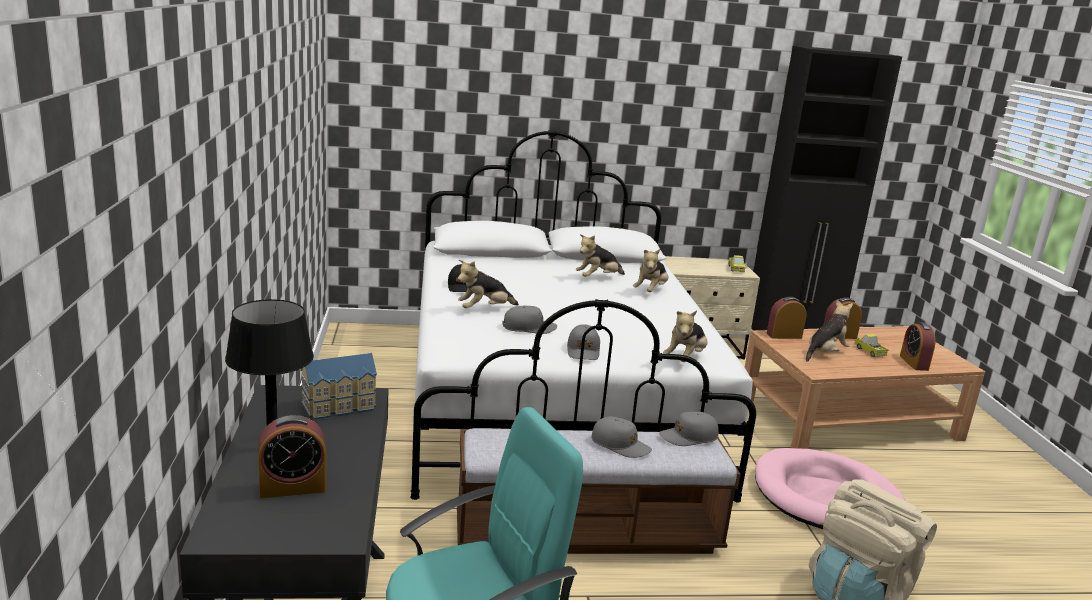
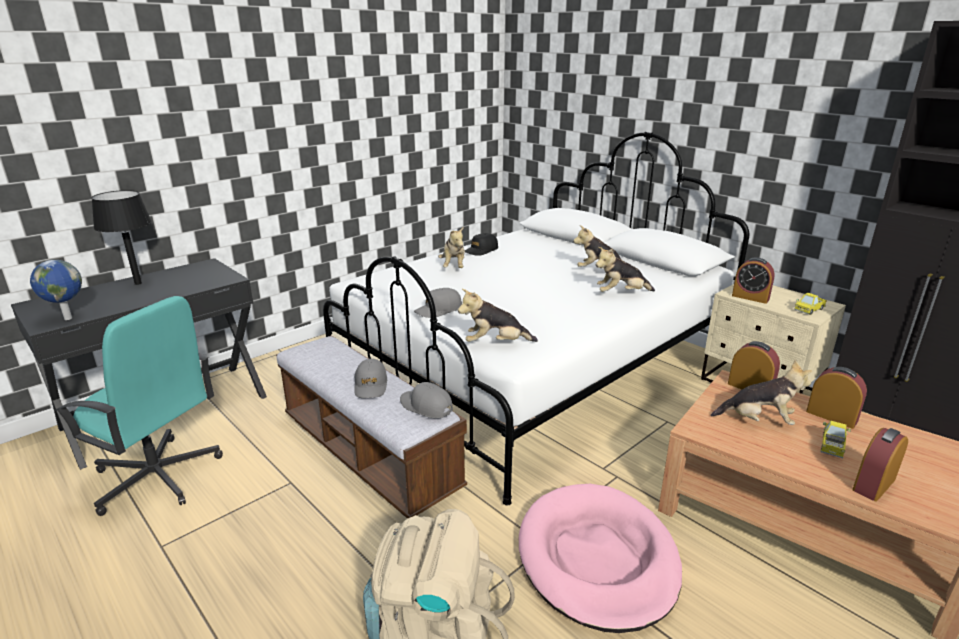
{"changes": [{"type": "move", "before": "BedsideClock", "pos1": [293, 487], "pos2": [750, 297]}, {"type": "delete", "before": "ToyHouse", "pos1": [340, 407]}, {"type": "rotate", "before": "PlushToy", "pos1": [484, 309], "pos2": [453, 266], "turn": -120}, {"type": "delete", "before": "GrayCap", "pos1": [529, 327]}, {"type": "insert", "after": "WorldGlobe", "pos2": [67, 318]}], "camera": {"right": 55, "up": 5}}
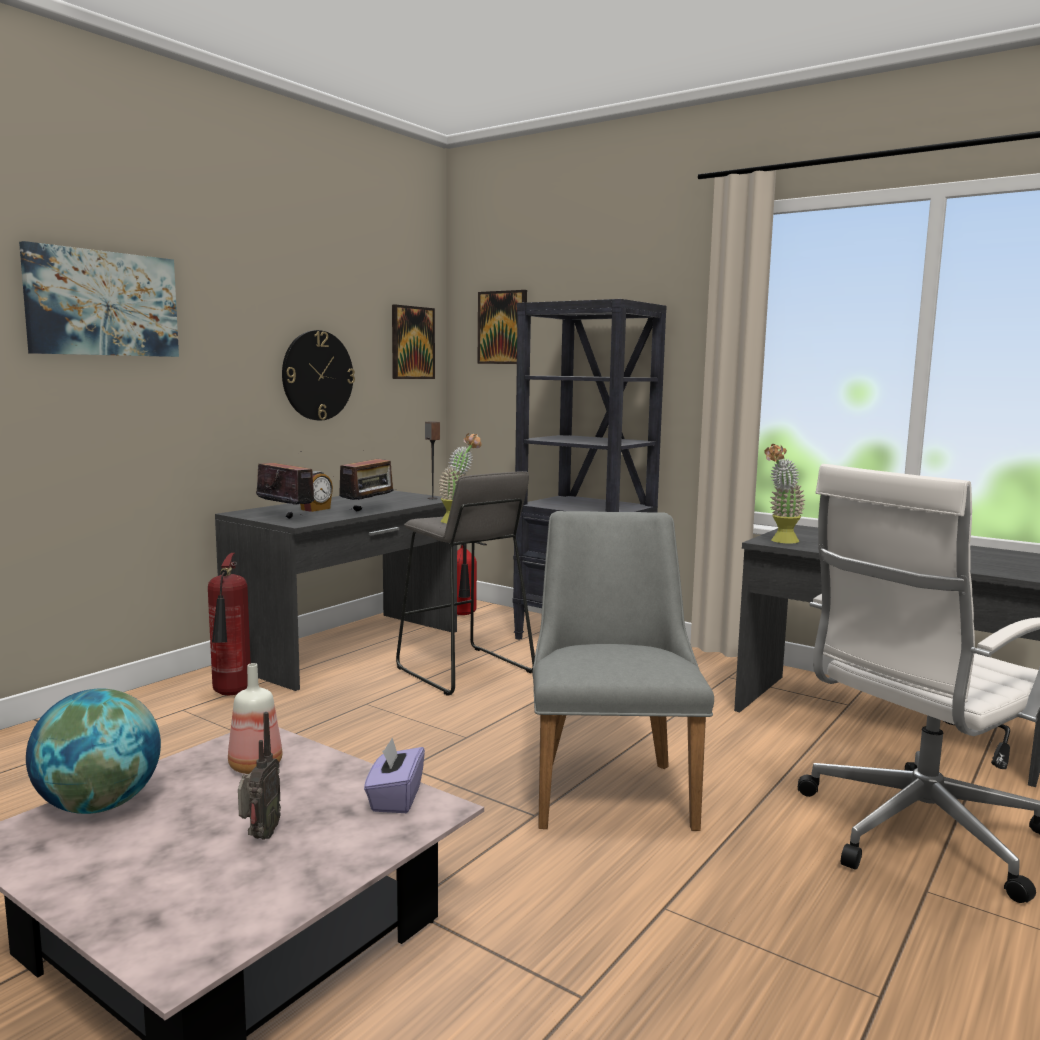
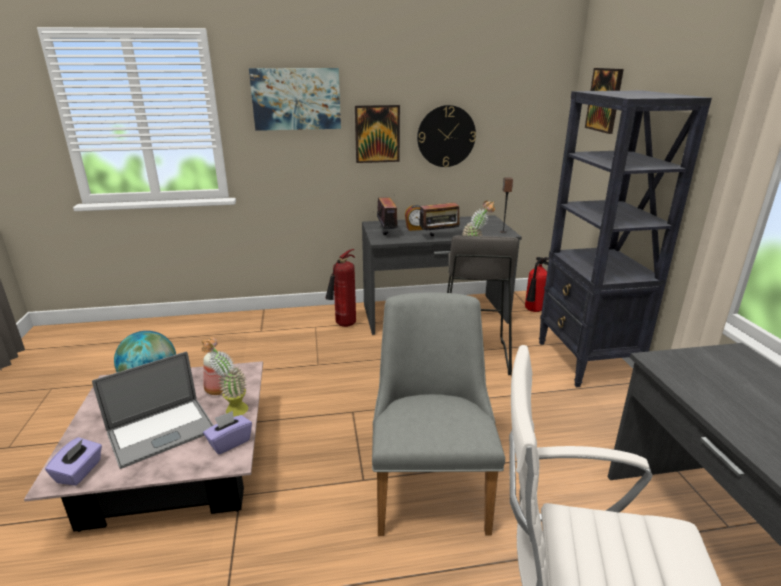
{"changes": [{"type": "replace", "before": "RadioSet", "after": "NotebookComputer", "pos1": [259, 836], "pos2": [161, 432]}, {"type": "move", "before": "Picture", "pos1": [412, 343], "pos2": [377, 134]}, {"type": "rotate", "before": "GrayPlainChair", "pos1": [610, 785], "pos2": [430, 486], "turn": -45}, {"type": "move", "before": "PlantInAPot", "pos1": [780, 541], "pos2": [231, 409]}, {"type": "insert", "after": "PurpleTissueHolder", "pos2": [80, 472]}], "camera": {"right": 45, "up": 15}}
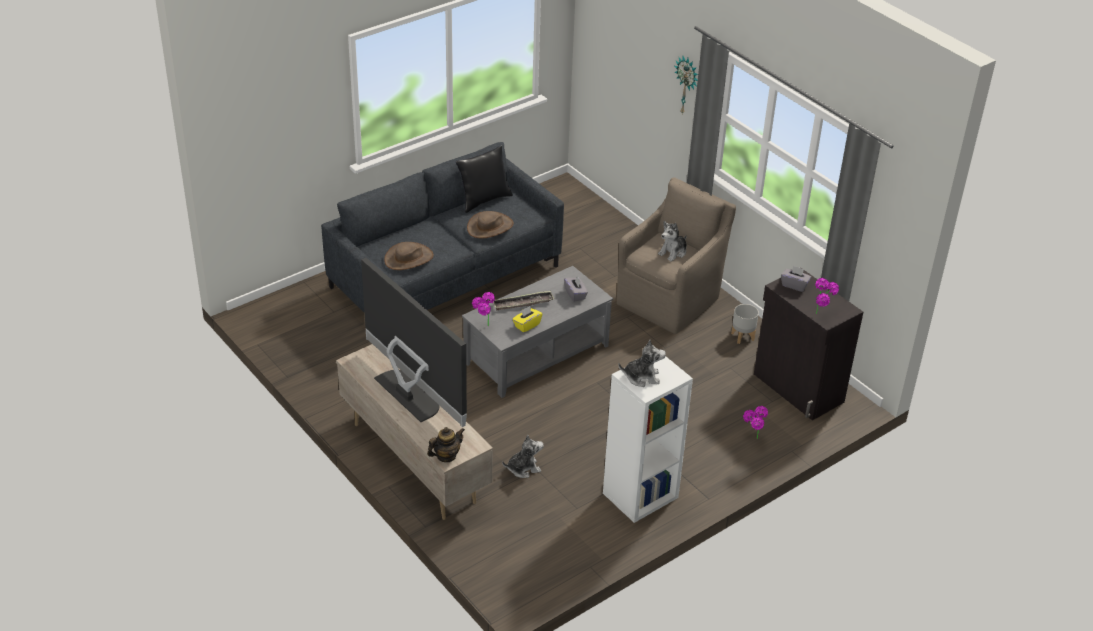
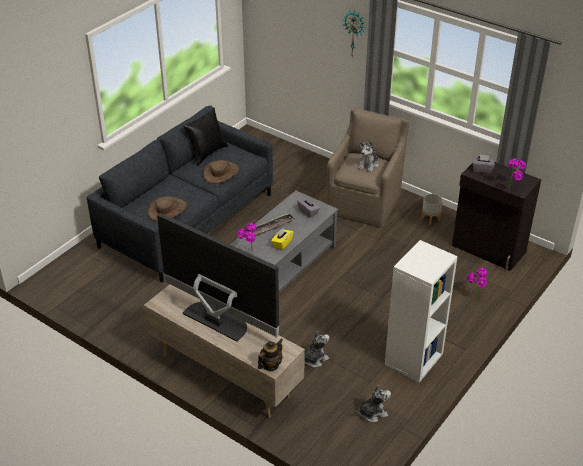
{"changes": [{"type": "move", "before": "PlushToy", "pos1": [642, 377], "pos2": [372, 413]}], "camera": {"right": -15, "up": 0}}
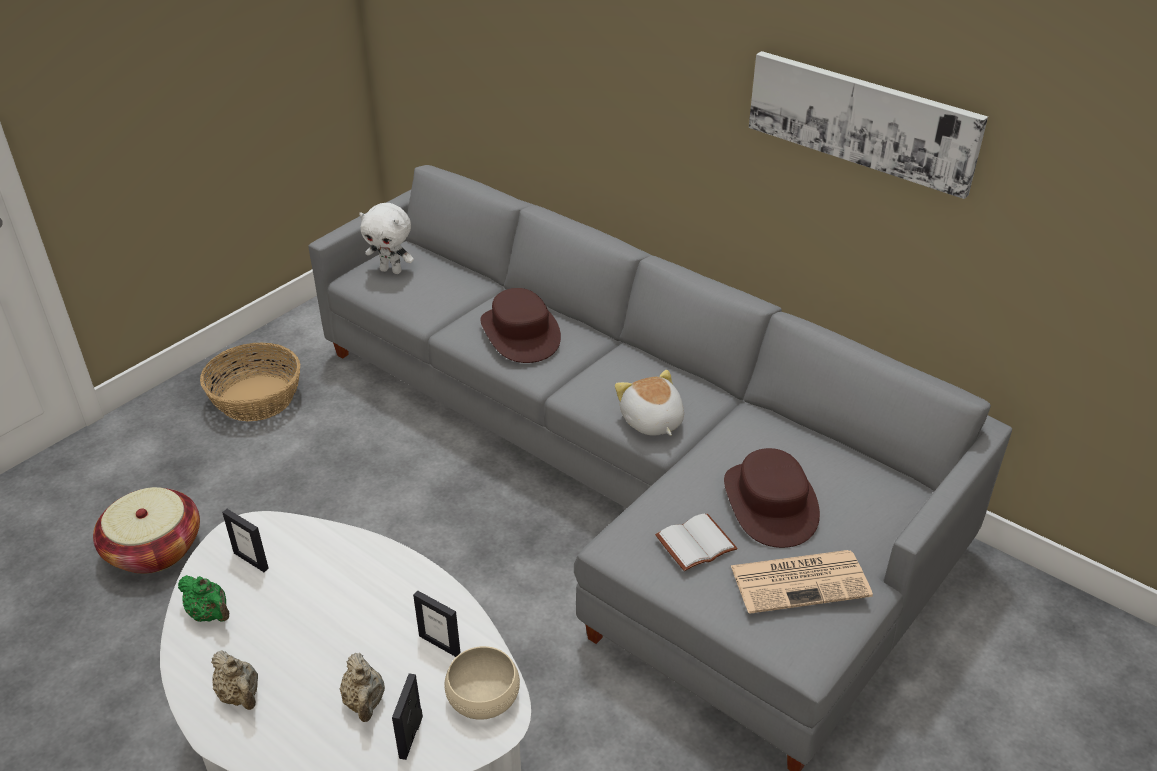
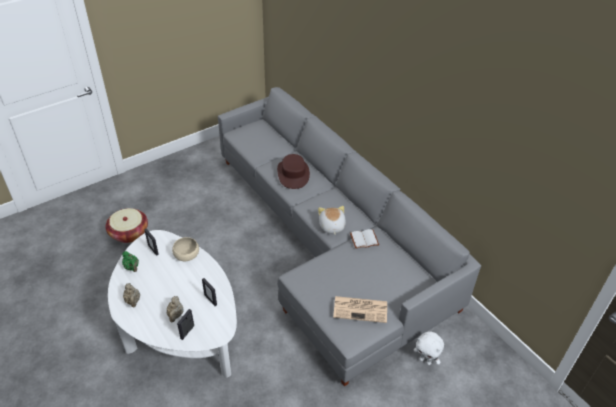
{"changes": [{"type": "delete", "before": "StorageBasket", "pos1": [257, 398]}, {"type": "move", "before": "WhitePlushToy", "pos1": [391, 270], "pos2": [425, 361]}, {"type": "move", "before": "BeigeDeepDish", "pos1": [483, 696], "pos2": [186, 254]}, {"type": "move", "before": "WhiteBoundBook", "pos1": [695, 542], "pos2": [364, 239]}, {"type": "delete", "before": "BrownColouredWearableHat", "pos1": [770, 503]}, {"type": "delete", "before": "Picture", "pos1": [862, 120]}], "camera": {"right": 15, "up": 5}}
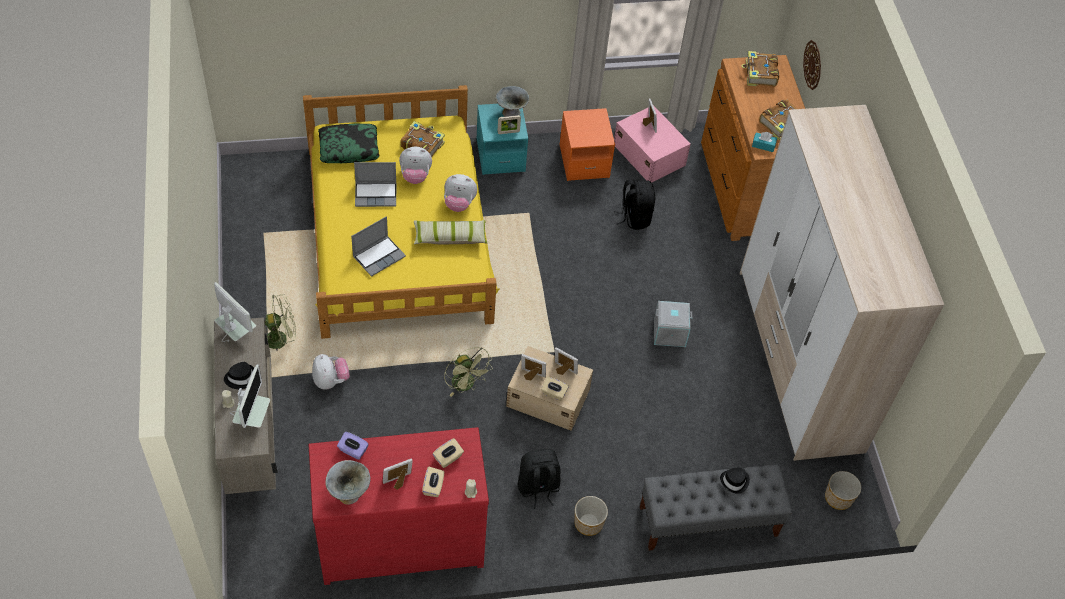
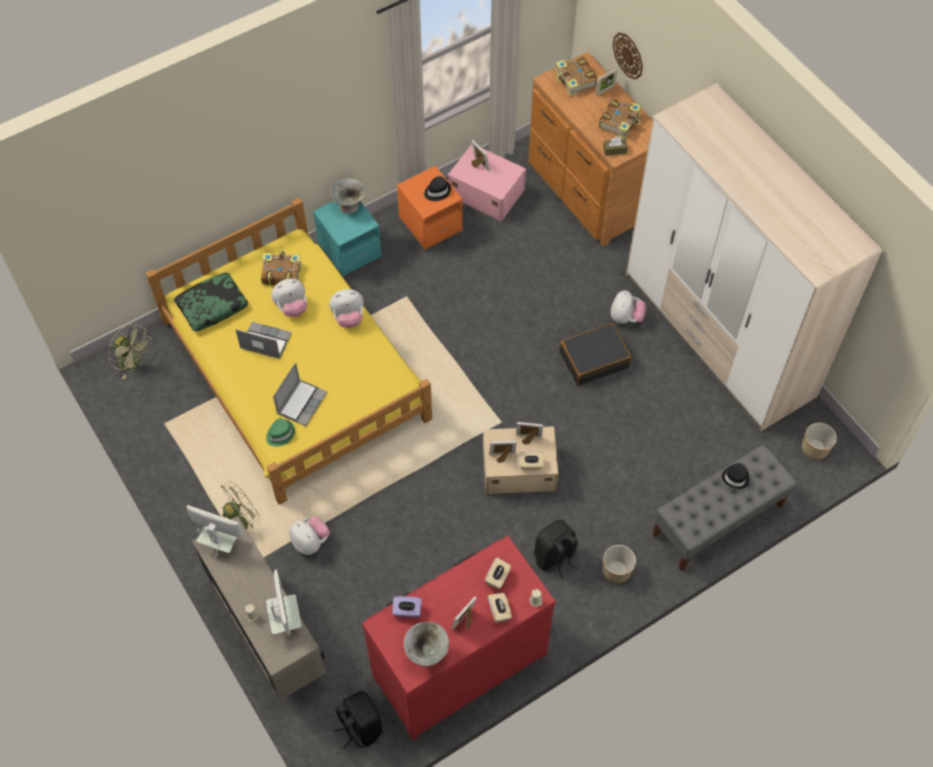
{"changes": [{"type": "move", "before": "BlackishWearableHat", "pos1": [240, 377], "pos2": [437, 191]}, {"type": "rotate", "before": "NotebookComputer", "pos1": [376, 194], "pos2": [265, 342], "turn": -135}, {"type": "delete", "before": "Cushion", "pos1": [450, 237]}, {"type": "move", "before": "GreenElectricFan", "pos1": [466, 385], "pos2": [134, 363]}, {"type": "move", "before": "PhotoFrame", "pos1": [508, 132], "pos2": [605, 90]}, {"type": "move", "before": "BlackishBackpack", "pos1": [634, 217], "pos2": [360, 726]}, {"type": "replace", "before": "GrayStorageBox", "after": "BlackishTravelCase", "pos1": [669, 333], "pos2": [594, 359]}, {"type": "recolor", "before": "TurquoiseTissueHolder", "after": "BrownColouredTissueHolder", "pos1": [763, 145], "pos2": [614, 150]}, {"type": "insert", "after": "GreenWearableHat", "pos2": [280, 434]}, {"type": "insert", "after": "PlushToy", "pos2": [626, 317]}], "camera": {"right": -20, "up": 5}}
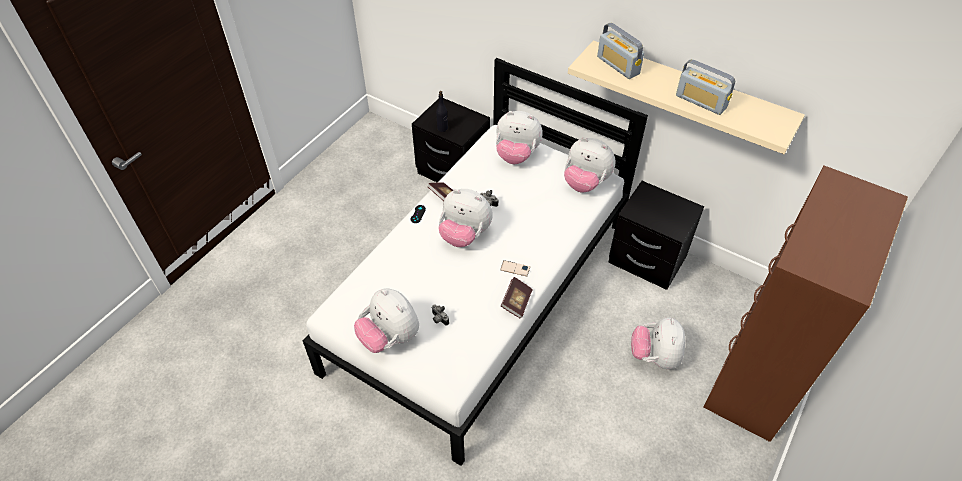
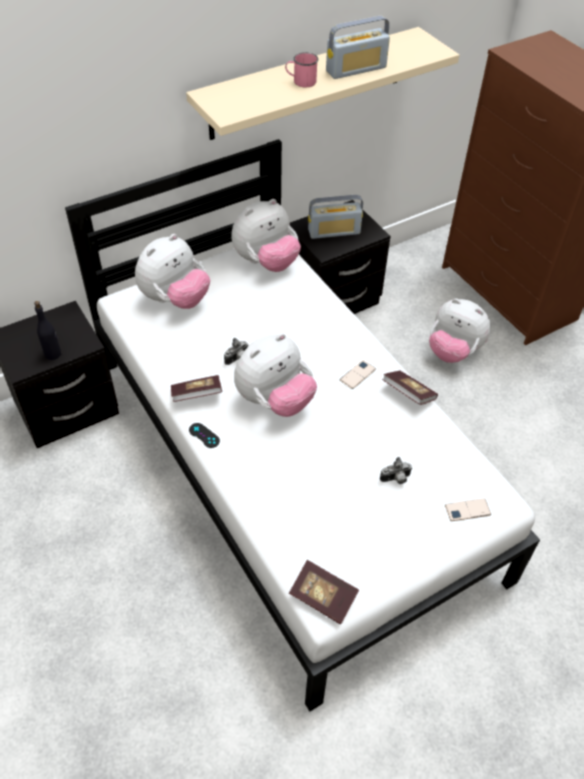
{"changes": [{"type": "delete", "before": "PlushToy", "pos1": [390, 337]}, {"type": "move", "before": "RadioSet", "pos1": [618, 65], "pos2": [334, 231]}, {"type": "insert", "after": "PinkishMug", "pos2": [301, 81]}, {"type": "insert", "after": "BoundBook", "pos2": [323, 597]}, {"type": "insert", "after": "Phone", "pos2": [467, 510]}], "camera": {"right": -65, "up": 0}}
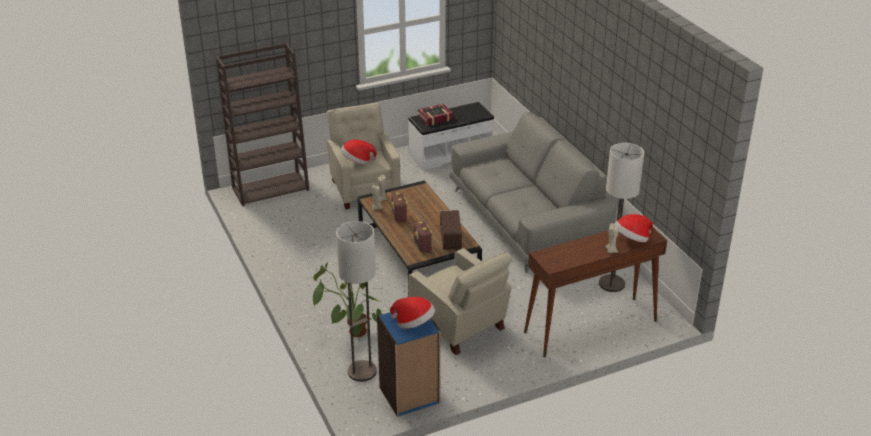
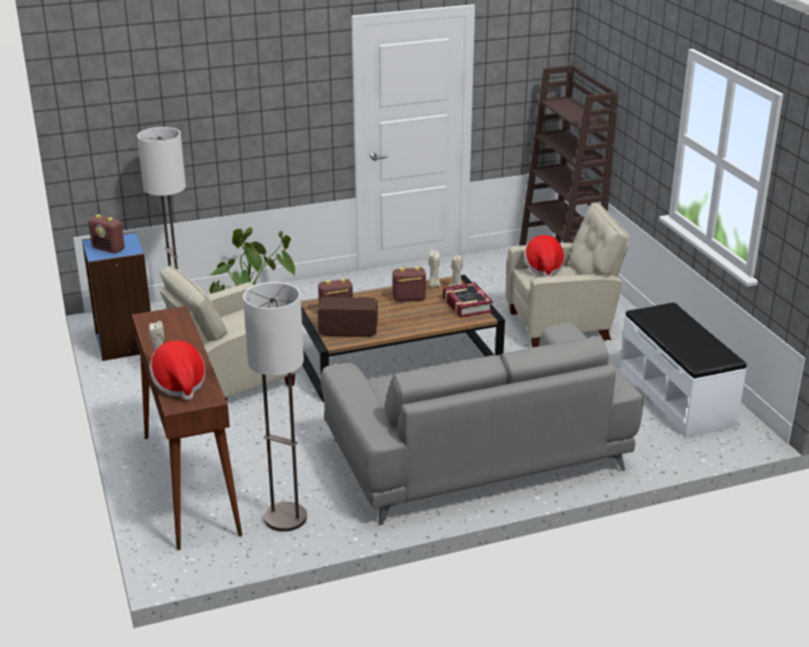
{"changes": [{"type": "replace", "before": "WearableHat", "after": "RadioSet", "pos1": [413, 323], "pos2": [109, 249]}, {"type": "move", "before": "BoundBook", "pos1": [435, 118], "pos2": [466, 305]}], "camera": {"right": 95, "up": -5}}
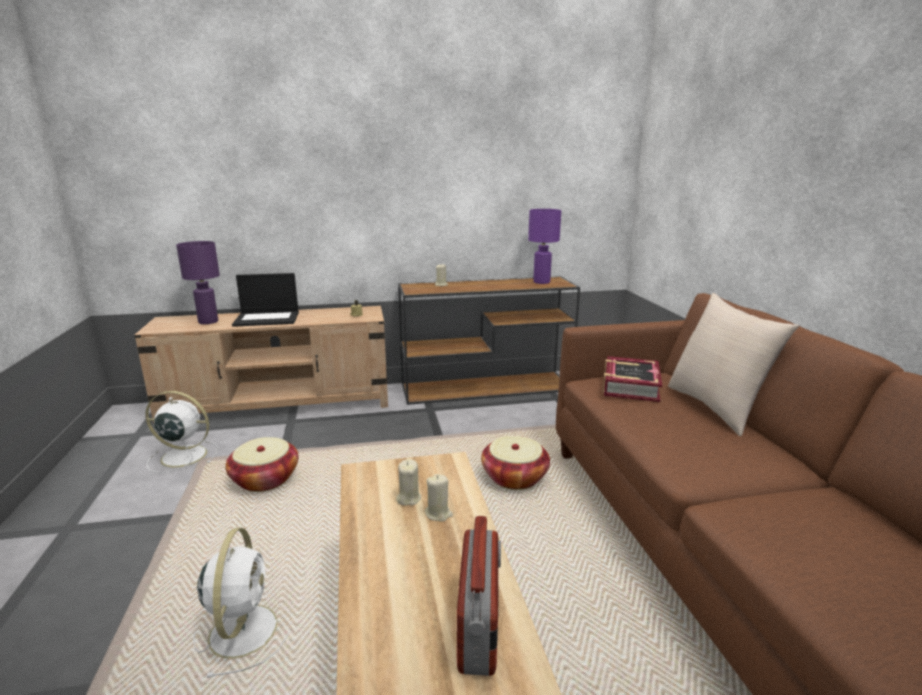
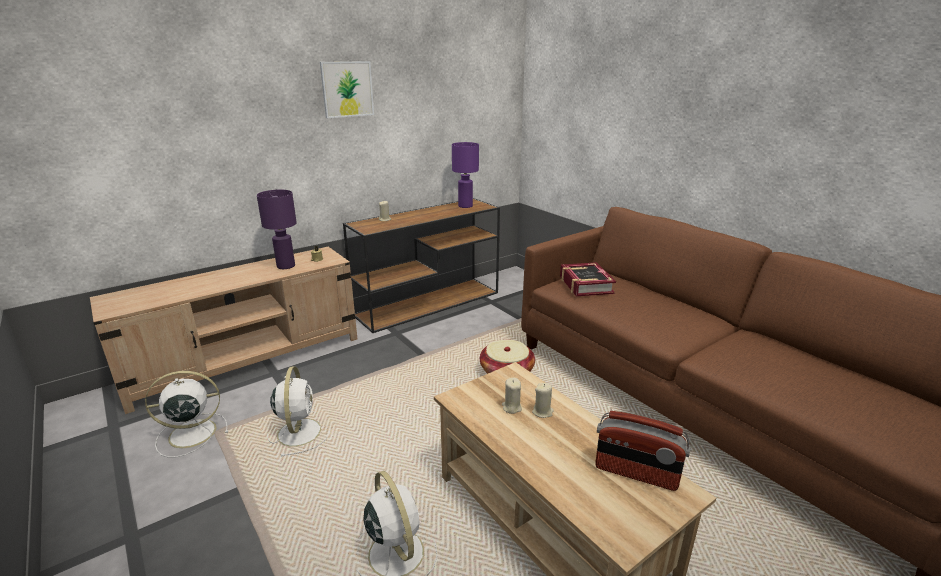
{"changes": [{"type": "move", "before": "PurpleLampForATable", "pos1": [208, 321], "pos2": [285, 266]}, {"type": "replace", "before": "StorageBasket", "after": "WhiteElectricFan", "pos1": [265, 479], "pos2": [299, 431]}, {"type": "delete", "before": "NotebookComputer", "pos1": [267, 319]}, {"type": "rotate", "before": "RadioSet", "pos1": [479, 625], "pos2": [636, 473], "turn": 135}, {"type": "delete", "before": "BeigeCushion", "pos1": [716, 407]}, {"type": "insert", "after": "Picture", "pos2": [347, 89]}], "camera": {"right": -25, "up": 5}}
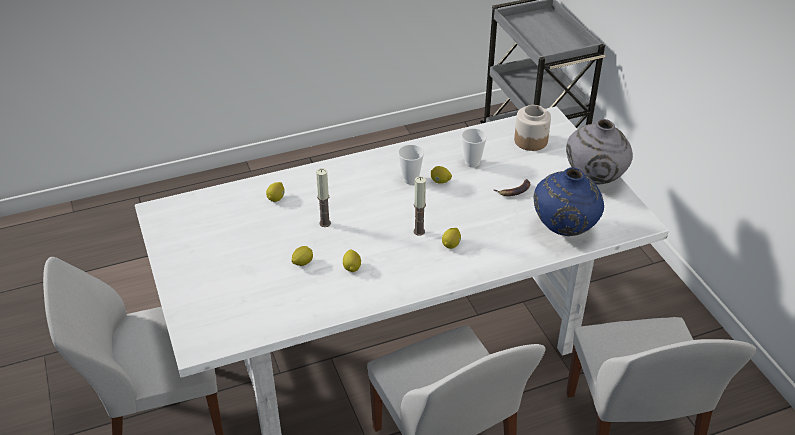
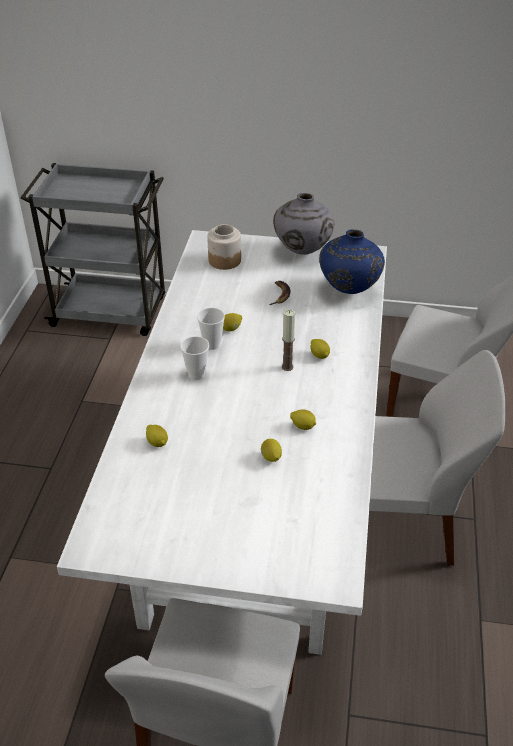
{"changes": [{"type": "delete", "before": "WaxLight", "pos1": [325, 223]}, {"type": "move", "before": "SmallCup", "pos1": [472, 163], "pos2": [196, 374]}], "camera": {"right": -60, "up": 0}}
